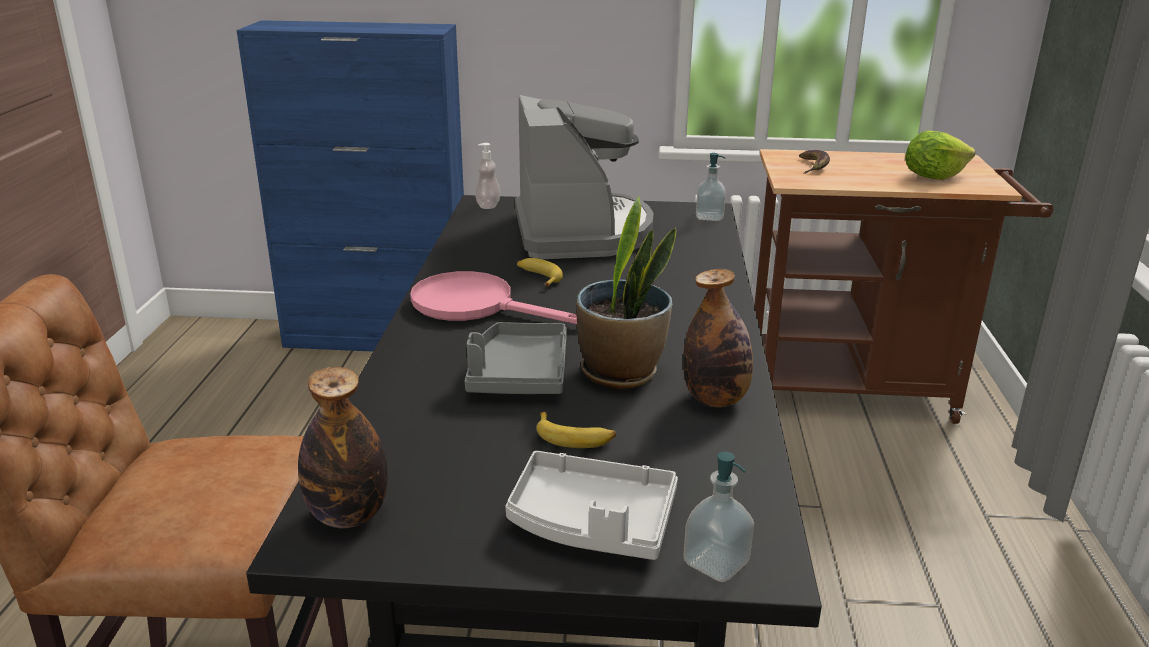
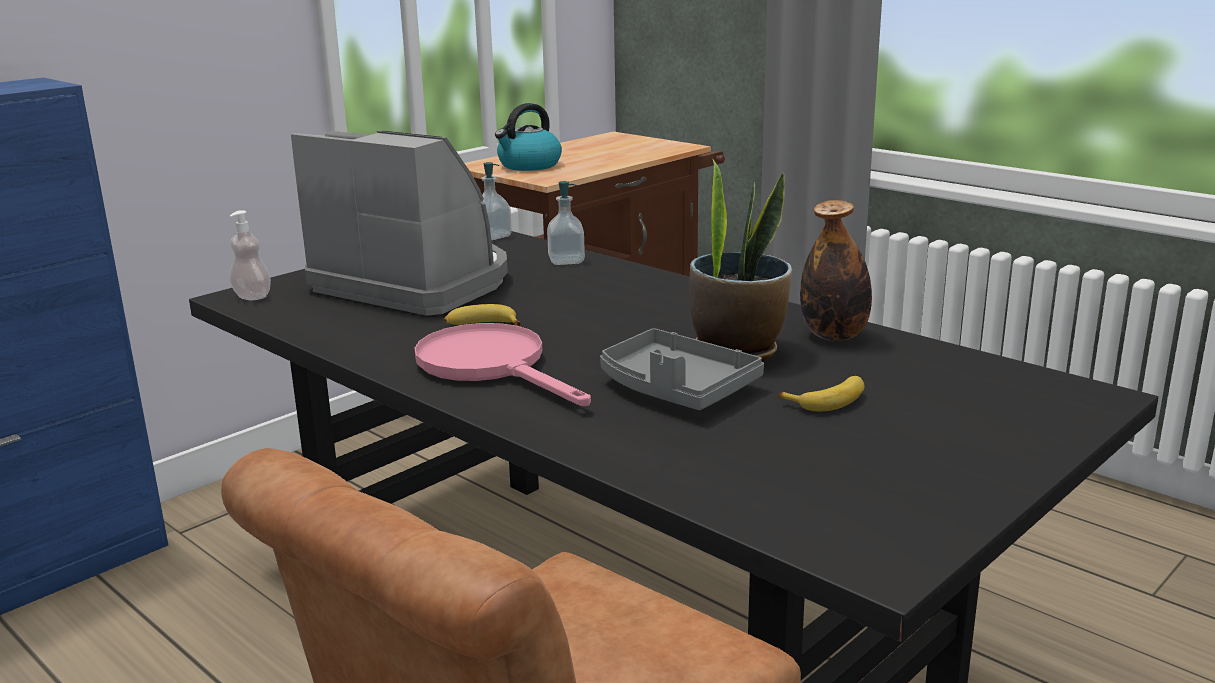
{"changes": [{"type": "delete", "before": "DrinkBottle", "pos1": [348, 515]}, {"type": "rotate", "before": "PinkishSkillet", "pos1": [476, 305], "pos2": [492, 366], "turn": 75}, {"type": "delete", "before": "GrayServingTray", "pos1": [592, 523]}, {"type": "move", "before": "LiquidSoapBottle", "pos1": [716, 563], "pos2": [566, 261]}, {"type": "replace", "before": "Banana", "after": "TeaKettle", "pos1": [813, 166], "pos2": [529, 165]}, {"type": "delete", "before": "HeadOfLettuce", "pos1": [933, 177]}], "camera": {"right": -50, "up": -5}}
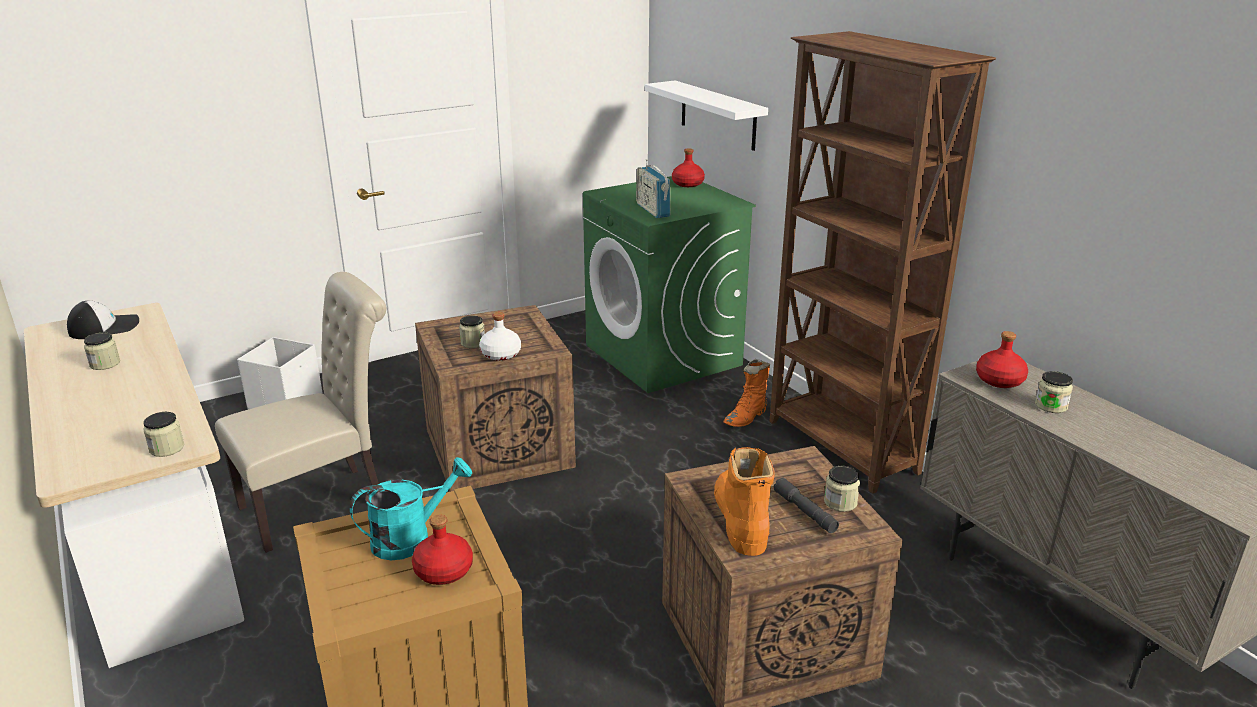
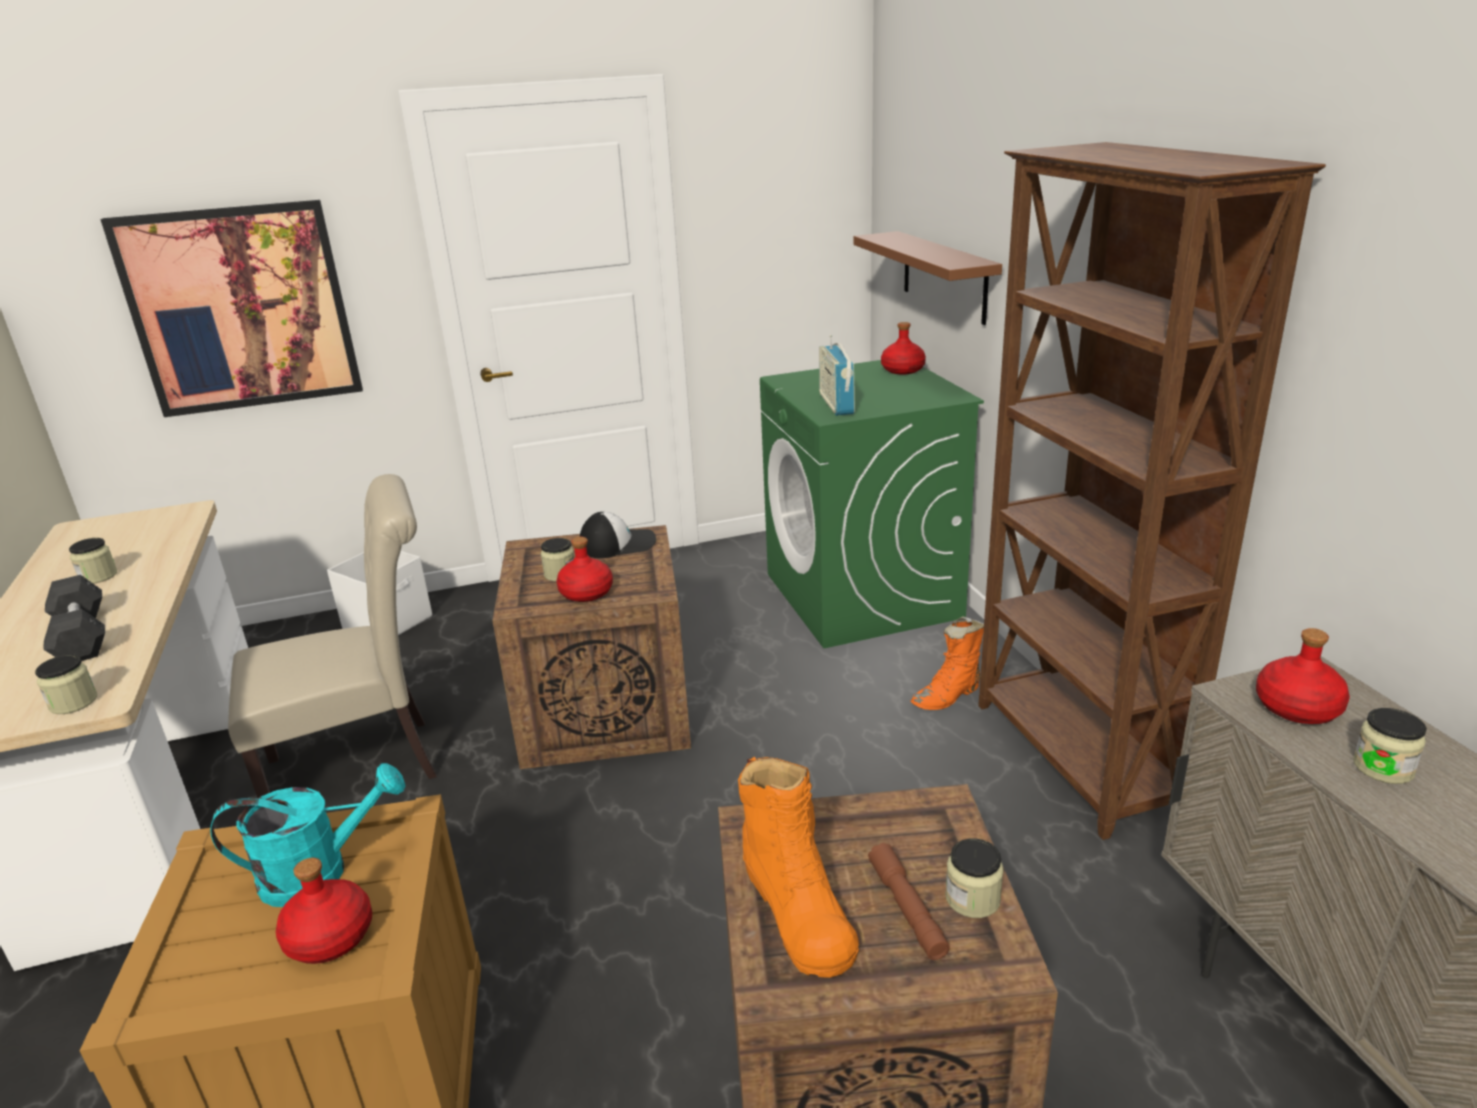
{"changes": [{"type": "move", "before": "Cap", "pos1": [105, 327], "pos2": [618, 544]}, {"type": "recolor", "before": "WhiteDrinkBottle", "after": "ReddishDrinkBottle", "pos1": [500, 354], "pos2": [585, 593]}, {"type": "recolor", "before": "WhiteBracketShelf", "after": "BrownColouredBracketShelf", "pos1": [718, 115], "pos2": [944, 276]}, {"type": "rotate", "before": "OrangeyTallBoot", "pos1": [740, 519], "pos2": [797, 909], "turn": 150}, {"type": "recolor", "before": "GrayFlashlight", "after": "BrownColouredFlashlight", "pos1": [805, 512], "pos2": [907, 909]}, {"type": "insert", "after": "GrayDumbbell", "pos2": [81, 637]}, {"type": "insert", "after": "Picture", "pos2": [241, 309]}], "camera": {"right": 15, "up": 0}}
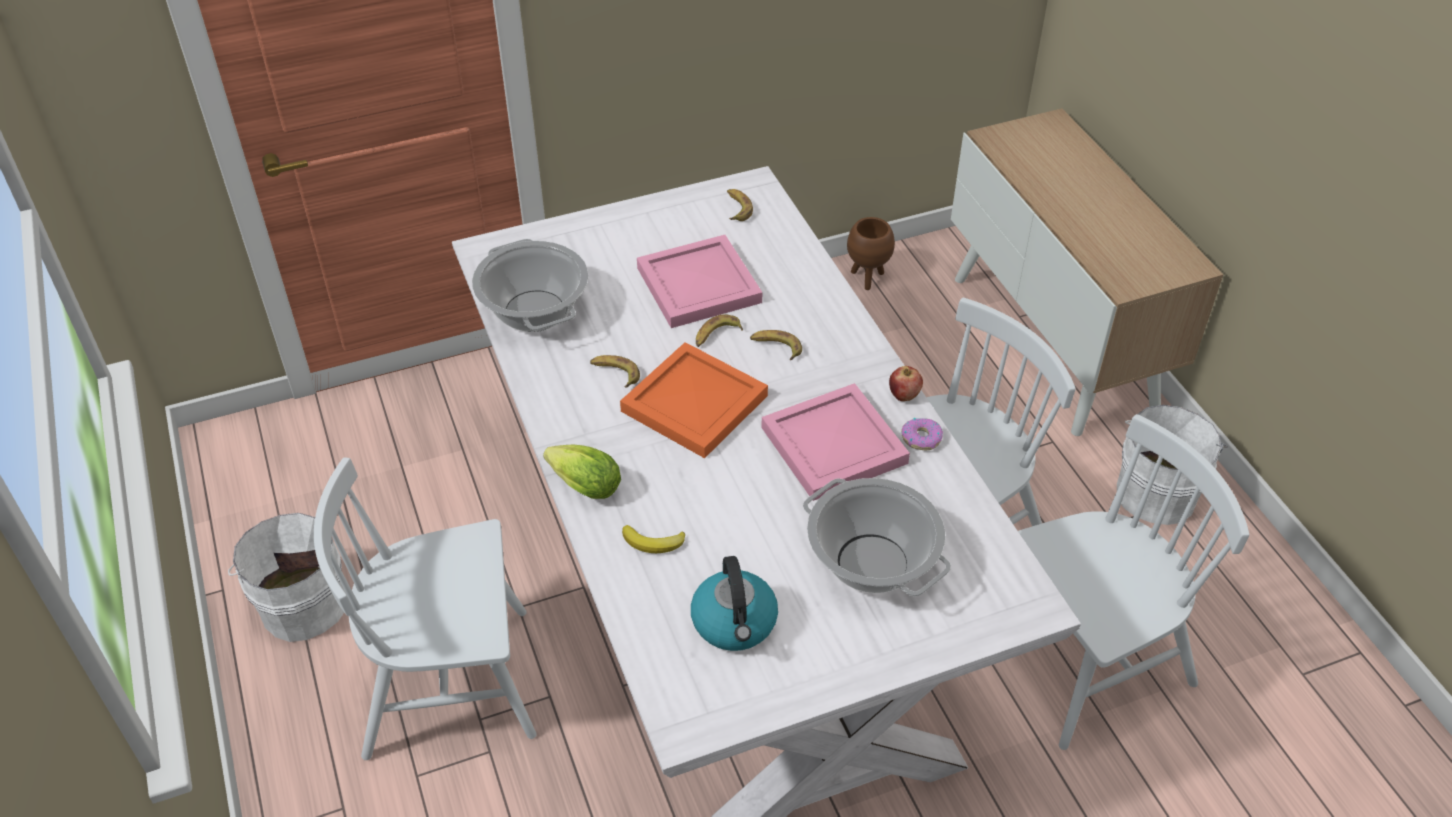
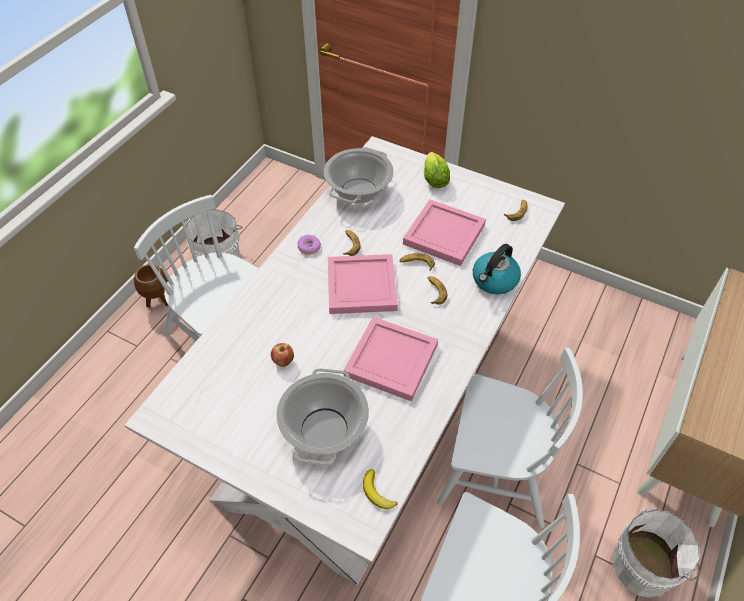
{"changes": [{"type": "move", "before": "HeadOfLettuce", "pos1": [581, 485], "pos2": [434, 178]}, {"type": "recolor", "before": "OrangeyServingTray", "after": "PinkishServingTray", "pos1": [694, 401], "pos2": [362, 285]}, {"type": "move", "before": "Banana", "pos1": [653, 542], "pos2": [377, 492]}, {"type": "move", "before": "TeaKettle", "pos1": [735, 623], "pos2": [494, 280]}, {"type": "move", "before": "BrownColouredFlowerPot", "pos1": [867, 278], "pos2": [158, 301]}, {"type": "move", "before": "Apple", "pos1": [903, 396], "pos2": [283, 361]}, {"type": "move", "before": "Doughnut", "pos1": [921, 438], "pos2": [309, 247]}], "camera": {"right": 50, "up": 5}}
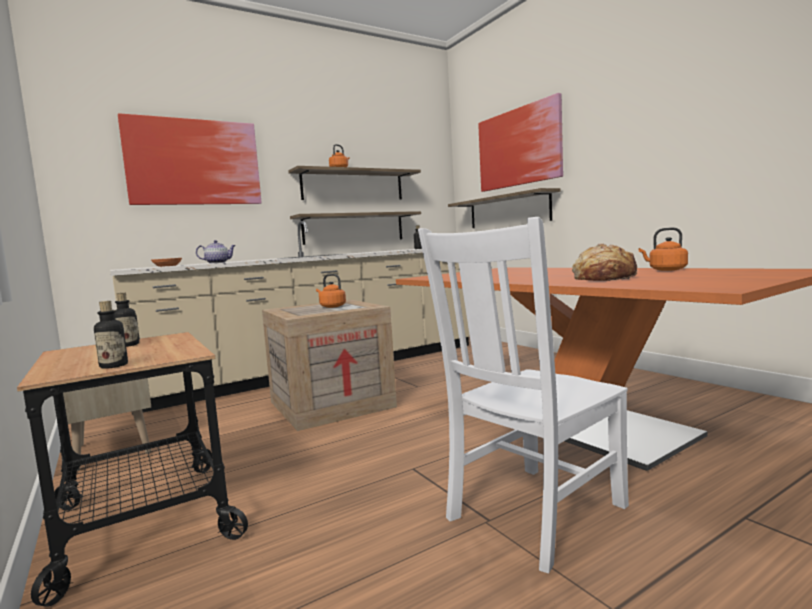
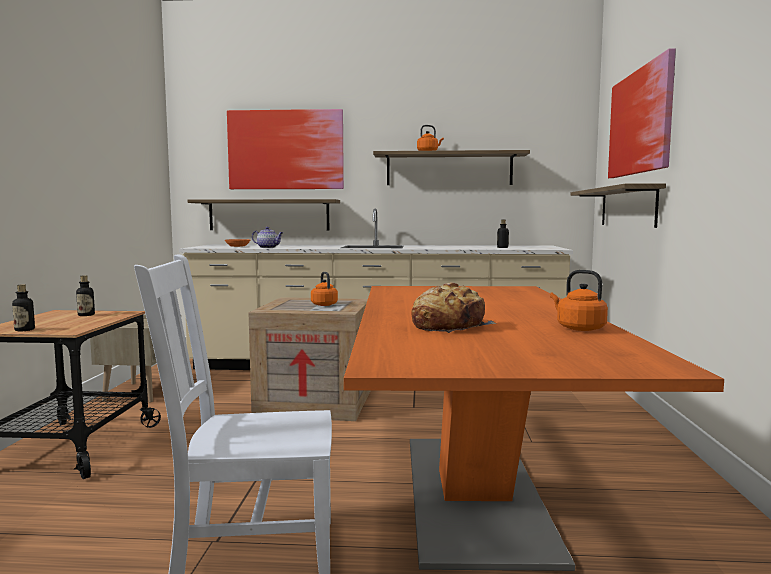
{"changes": [{"type": "move", "before": "BracketShelf", "pos1": [354, 228], "pos2": [269, 215]}], "camera": {"right": 35, "up": 0}}
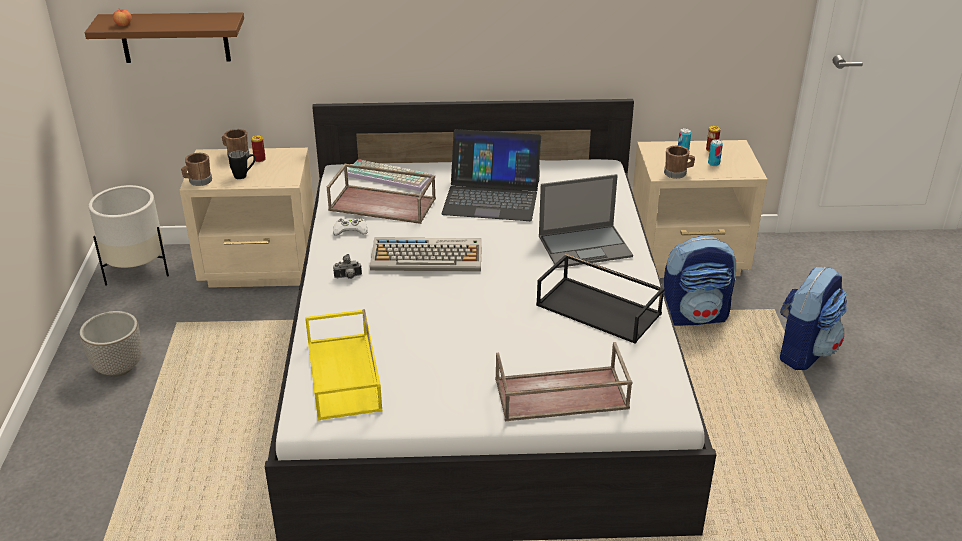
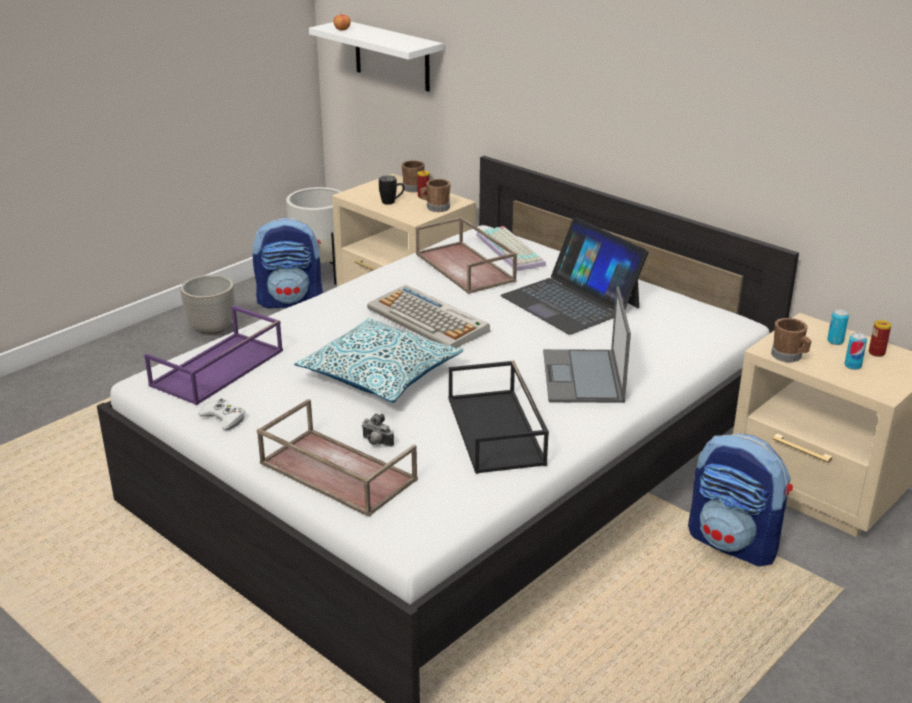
{"changes": [{"type": "recolor", "before": "BrownColouredBracketShelf", "after": "WhiteBracketShelf", "pos1": [174, 37], "pos2": [392, 56]}, {"type": "move", "before": "BrownColouredMug", "pos1": [198, 181], "pos2": [435, 208]}, {"type": "recolor", "before": "YellowServingTray", "after": "PurpleServingTray", "pos1": [345, 376], "pos2": [217, 369]}, {"type": "move", "before": "WhiteGamepad", "pos1": [350, 230], "pos2": [224, 418]}, {"type": "move", "before": "StillCamera", "pos1": [348, 277], "pos2": [376, 443]}, {"type": "rotate", "before": "NotebookComputer", "pos1": [586, 246], "pos2": [583, 377], "turn": 60}, {"type": "move", "before": "Backpack", "pos1": [803, 351], "pos2": [291, 301]}, {"type": "insert", "after": "Cushion", "pos2": [380, 374]}], "camera": {"right": 45, "up": -5}}
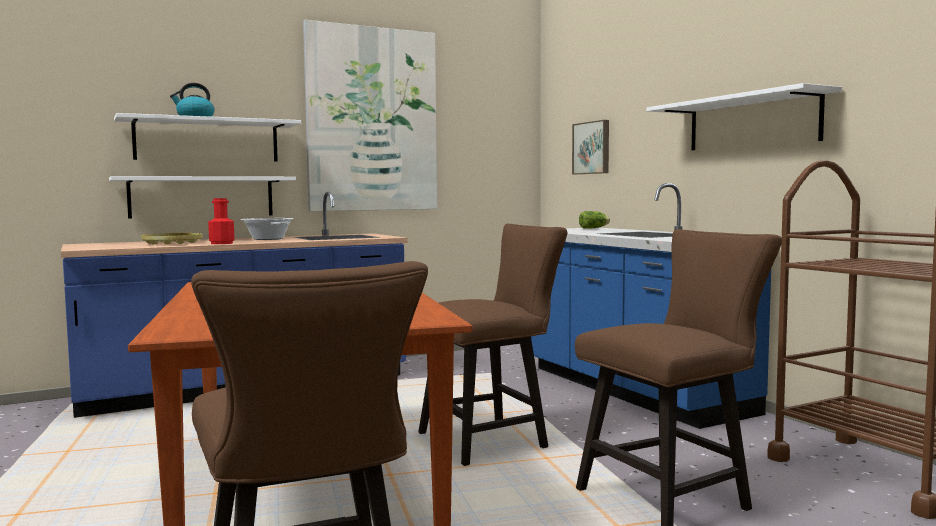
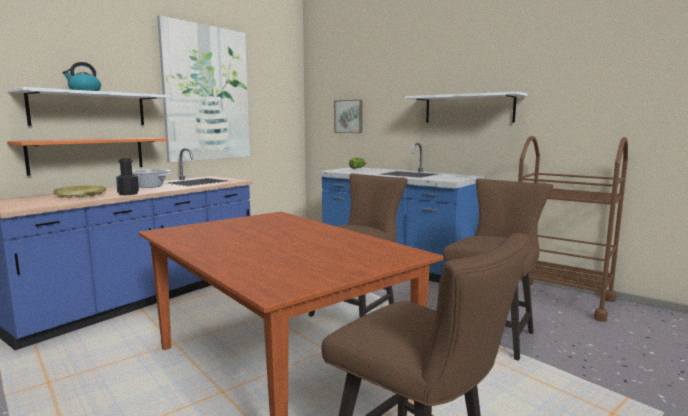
{"changes": [{"type": "recolor", "before": "WhiteBracketShelf", "after": "OrangeyBracketShelf", "pos1": [202, 197], "pos2": [88, 155]}, {"type": "recolor", "before": "ReddishDrinkBottle", "after": "BlackishDrinkBottle", "pos1": [222, 243], "pos2": [128, 194]}], "camera": {"right": -25, "up": 5}}
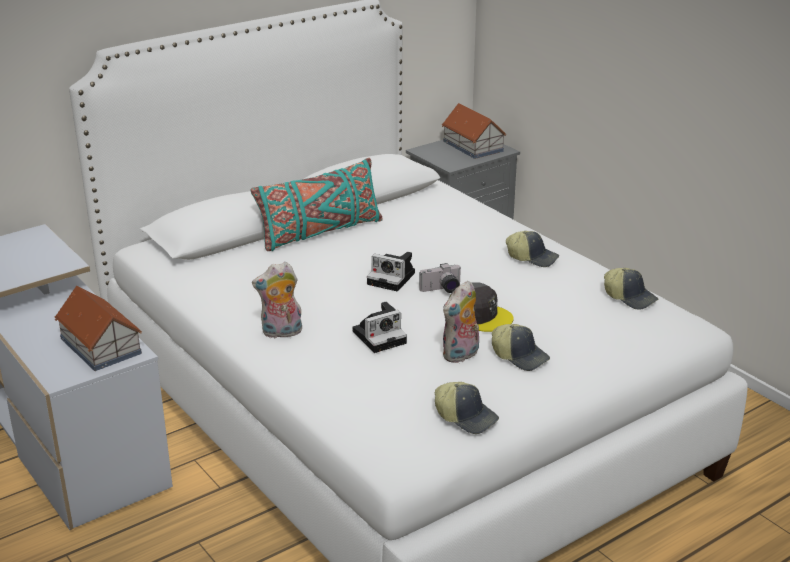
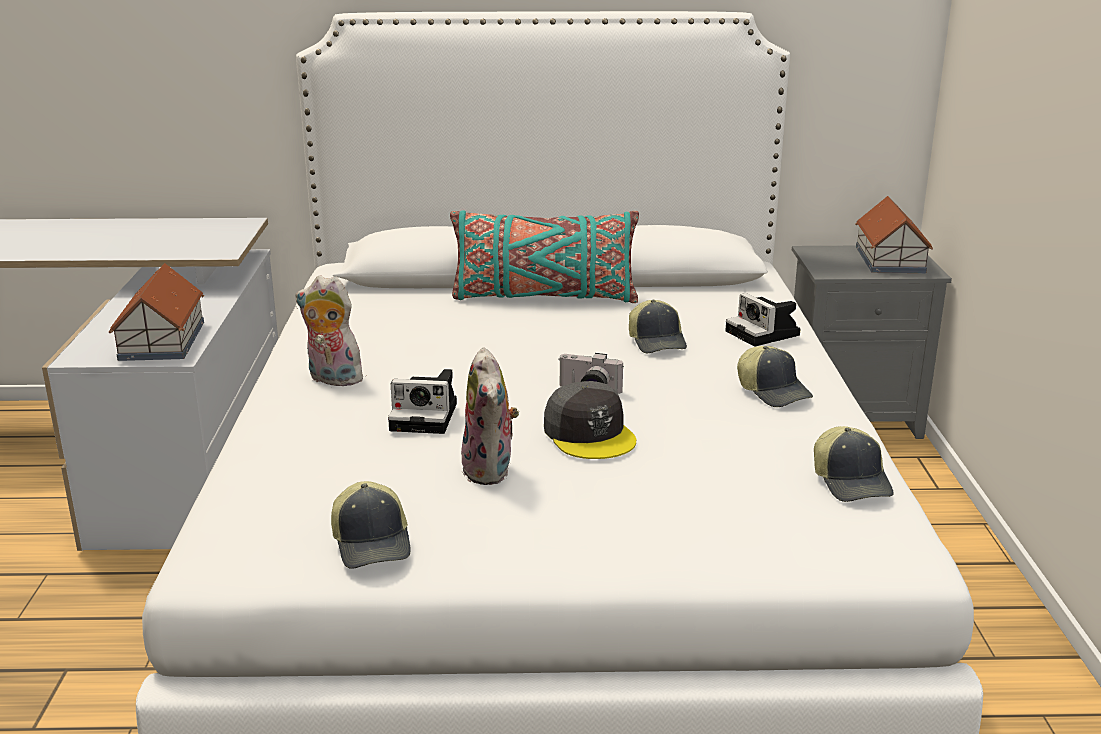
{"changes": [{"type": "move", "before": "StillCamera", "pos1": [393, 279], "pos2": [765, 334]}, {"type": "rotate", "before": "PlushToy", "pos1": [461, 355], "pos2": [491, 471], "turn": -90}, {"type": "move", "before": "Cap", "pos1": [520, 356], "pos2": [657, 342]}], "camera": {"right": 35, "up": -5}}
